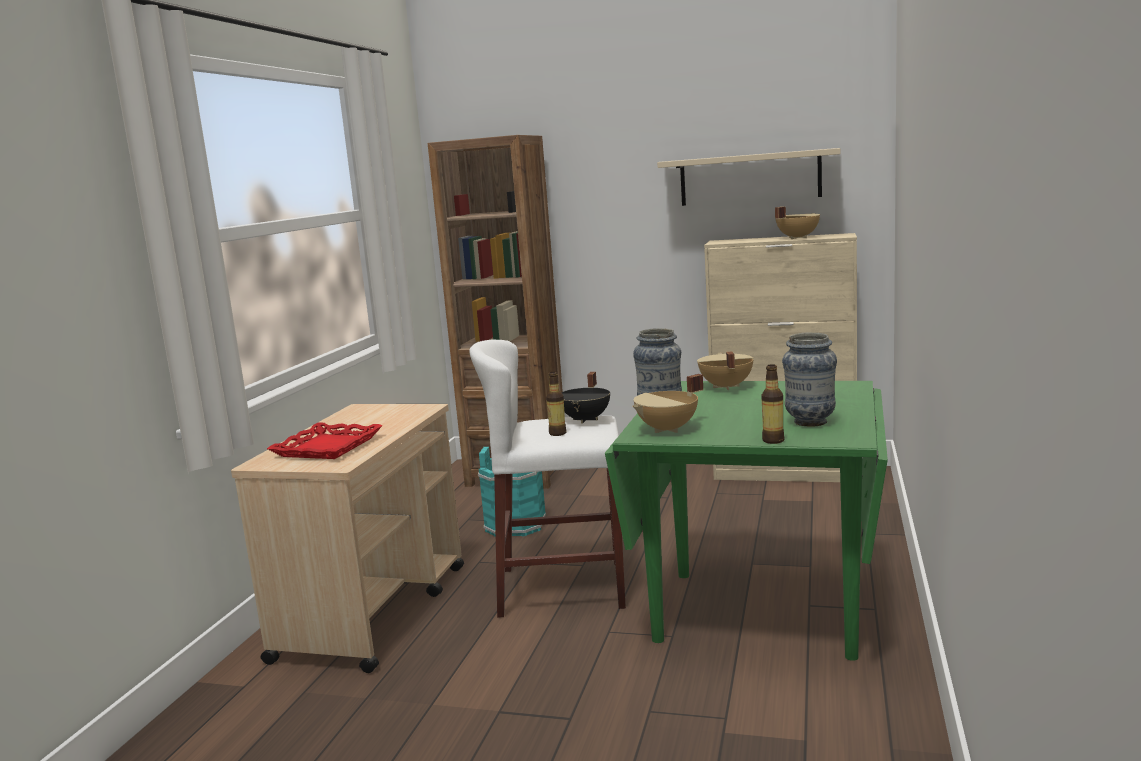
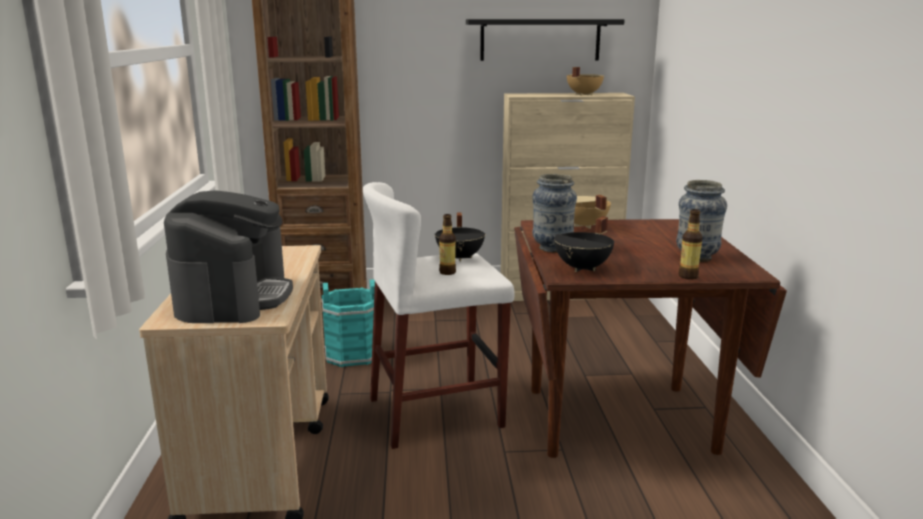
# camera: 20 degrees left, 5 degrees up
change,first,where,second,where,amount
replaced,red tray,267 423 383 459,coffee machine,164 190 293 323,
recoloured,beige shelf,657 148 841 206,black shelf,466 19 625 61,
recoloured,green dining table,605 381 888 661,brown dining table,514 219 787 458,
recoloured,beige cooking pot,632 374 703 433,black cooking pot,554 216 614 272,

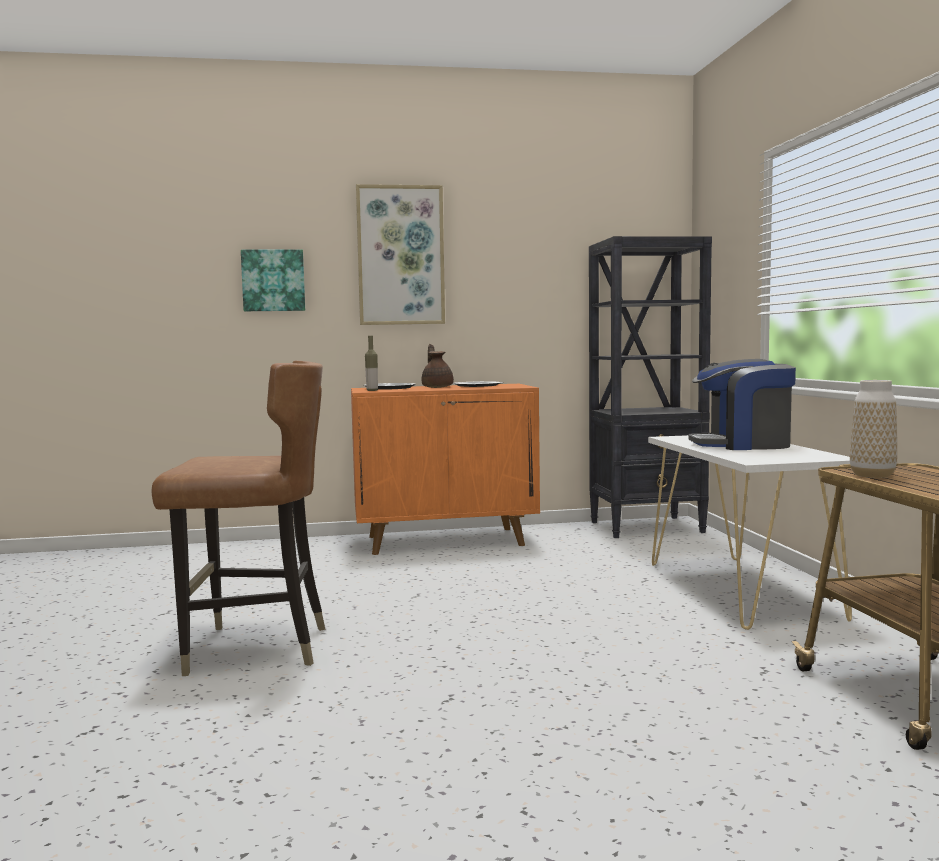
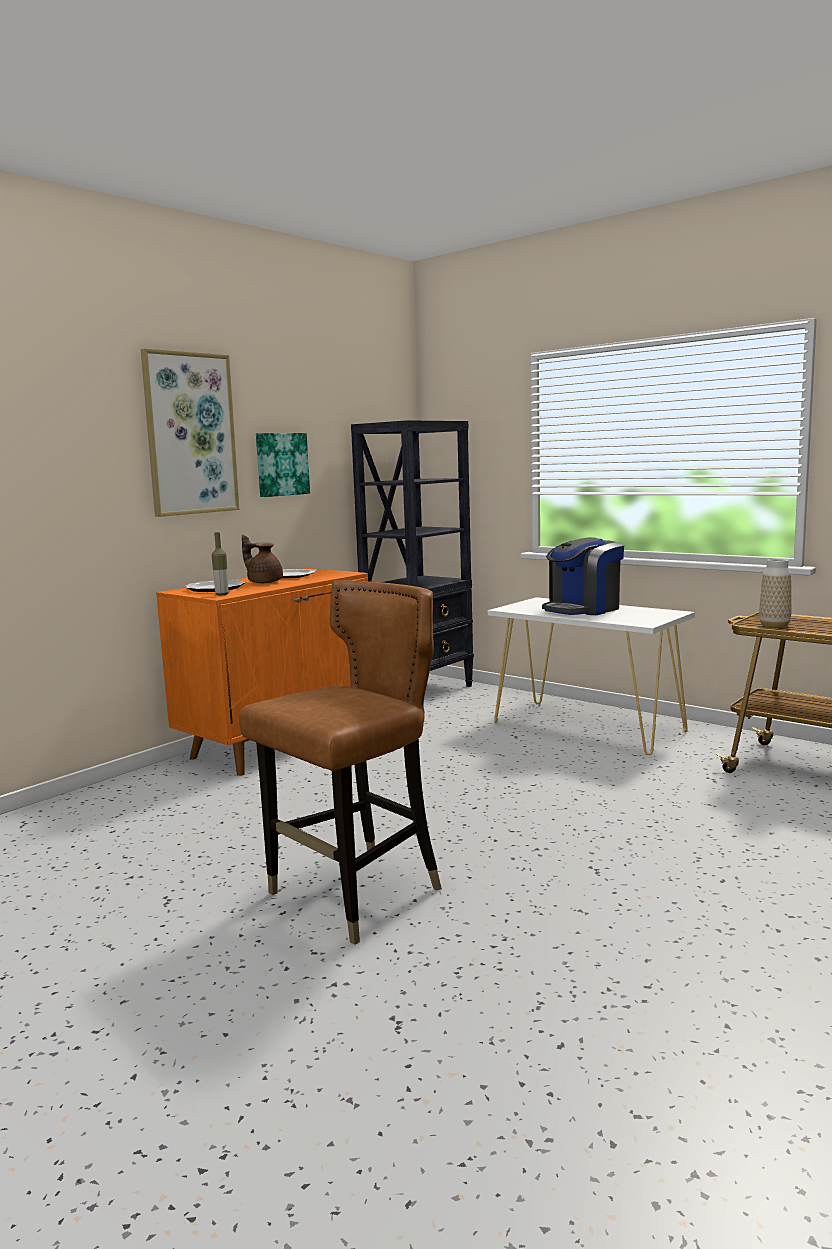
# camera: 40 degrees left, 5 degrees up
change,first,where,second,where,amount
moved,picture,241 250 305 311,,256 433 310 497,

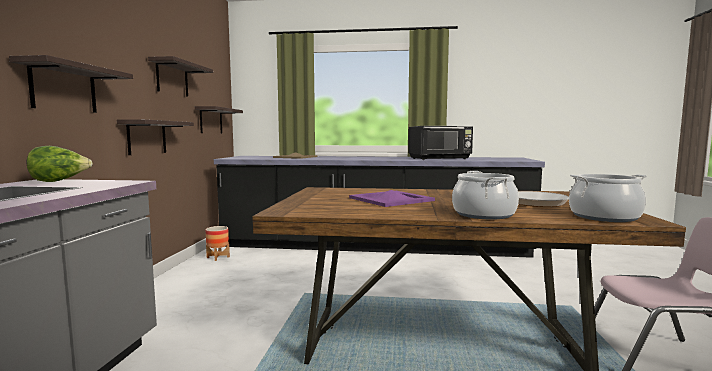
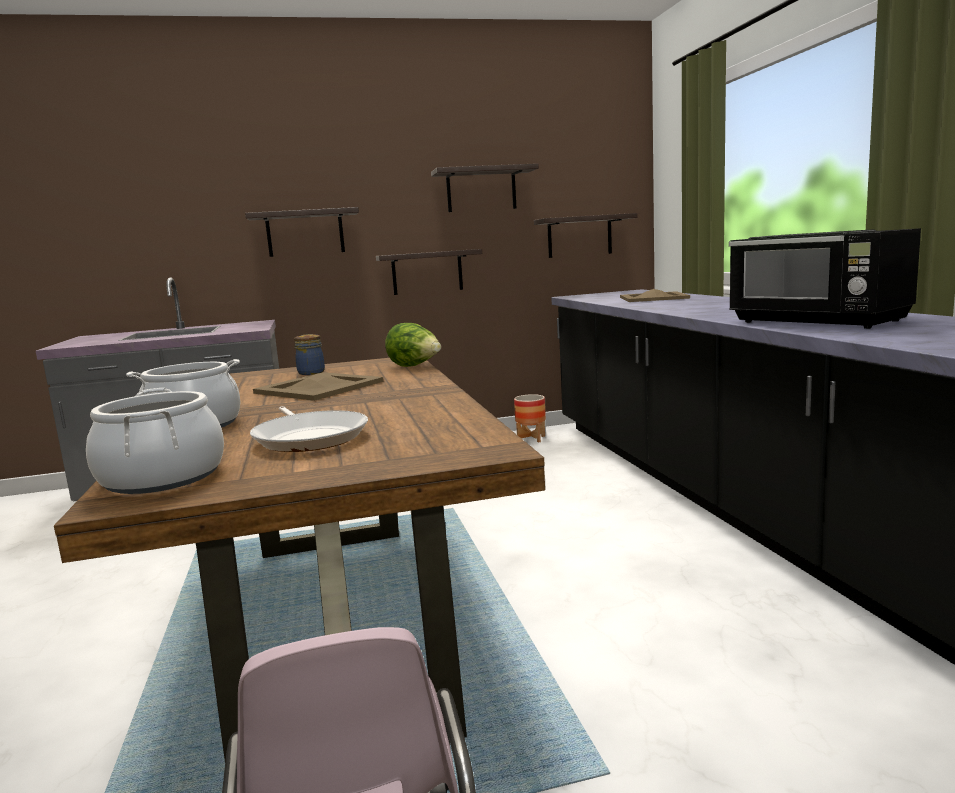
# camera: 70 degrees right, 5 degrees up
change,first,where,second,where,amount
recoloured,purple tray,349 190 435 207,beige tray,253 372 384 401,
added,,,jar,294 334 325 375,
moved,lettuce,27 146 93 182,,385 323 441 367,

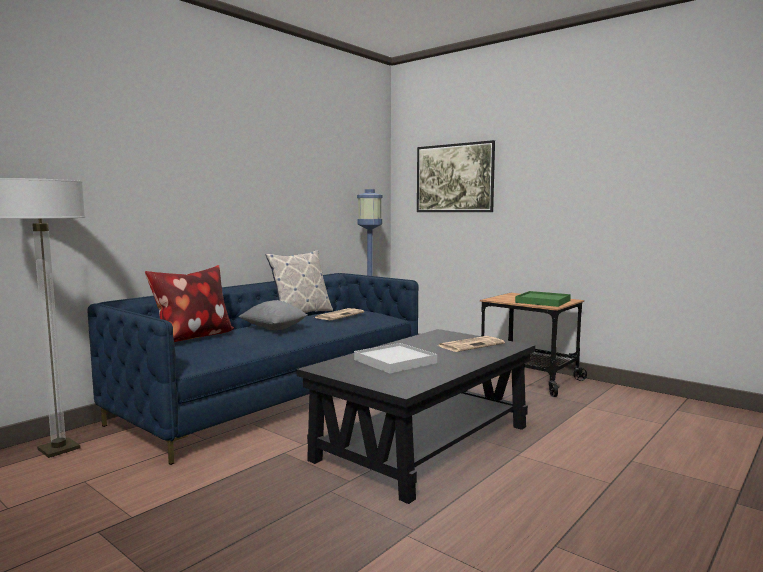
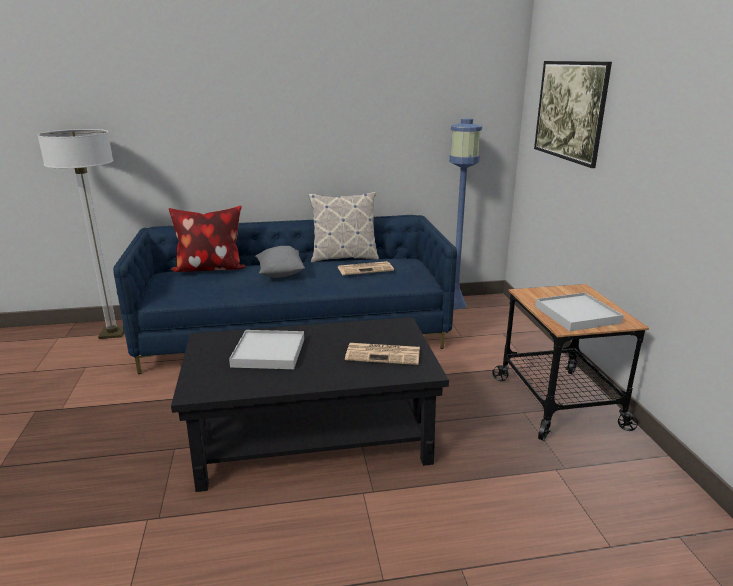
# camera: 40 degrees right, 15 degrees up
change,first,where,second,where,amount
recoloured,green tray,515 291 571 307,white tray,535 293 624 331,

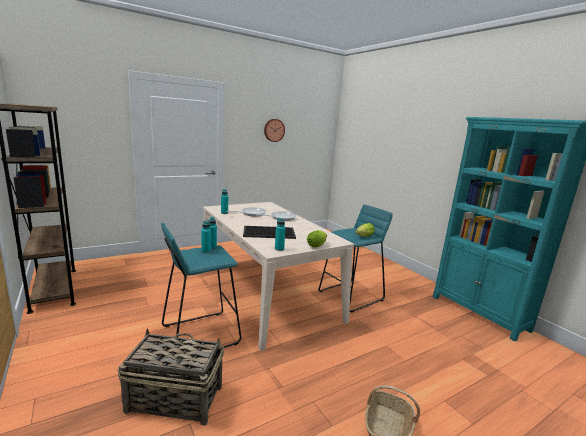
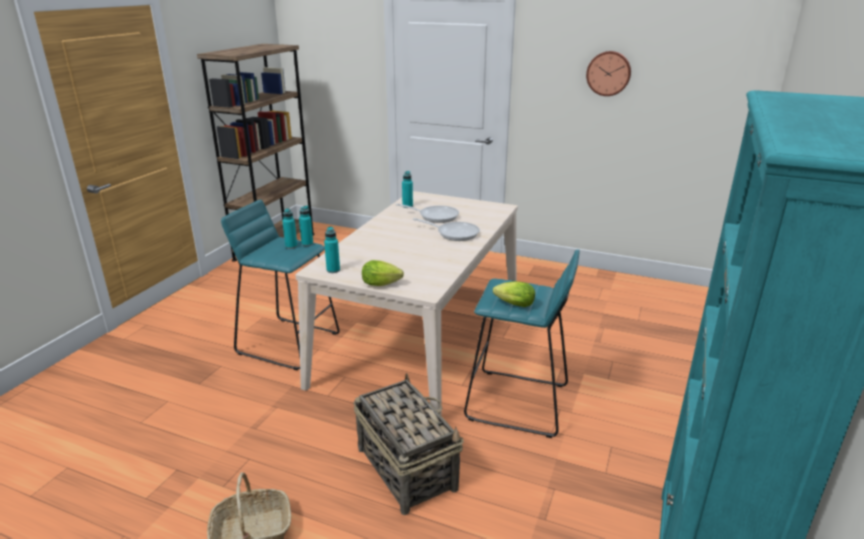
# camera: 55 degrees right, 10 degrees up
change,first,where,second,where,amount
moved,basket,118 328 224 425,,353 373 464 515,
removed,tray,243 226 296 239,,,

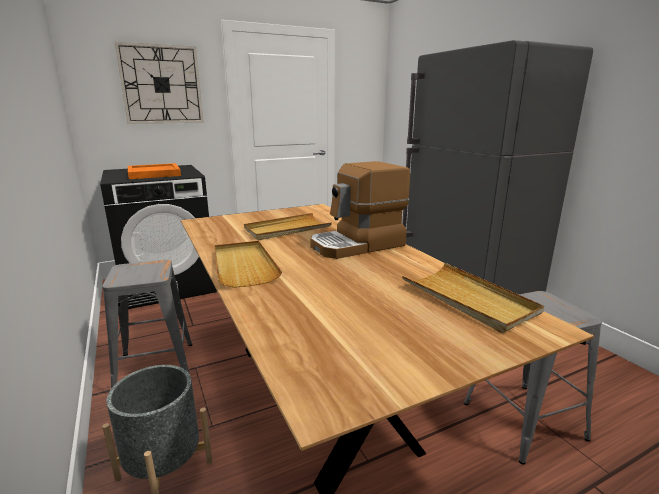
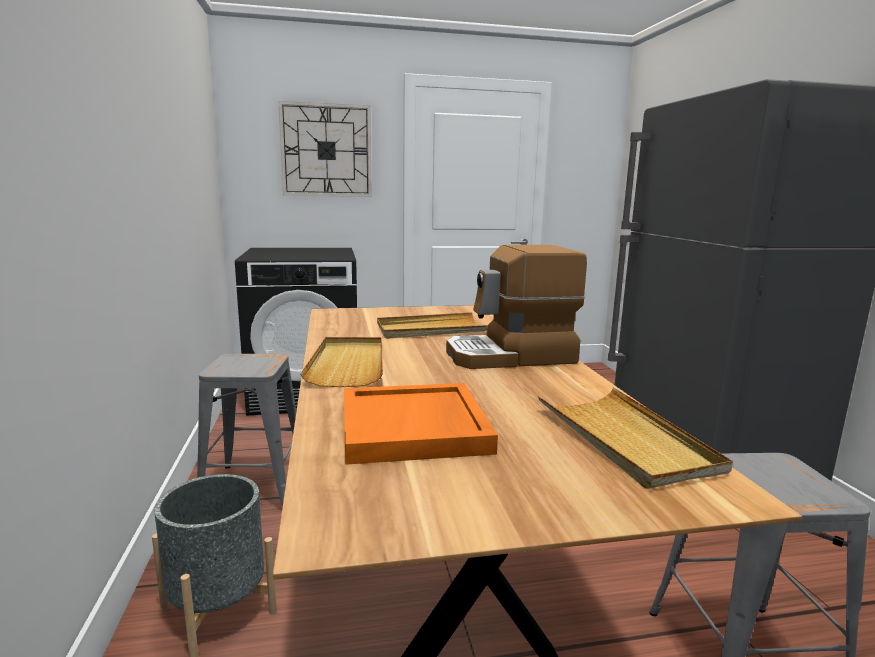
# camera: 15 degrees right, 5 degrees down
change,first,where,second,where,amount
moved,orange tray,128 163 181 179,,344 383 498 465,

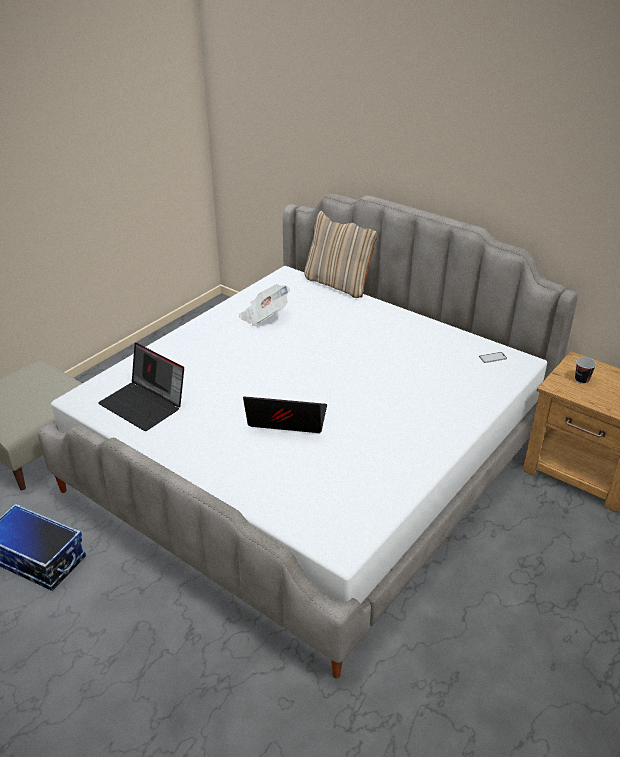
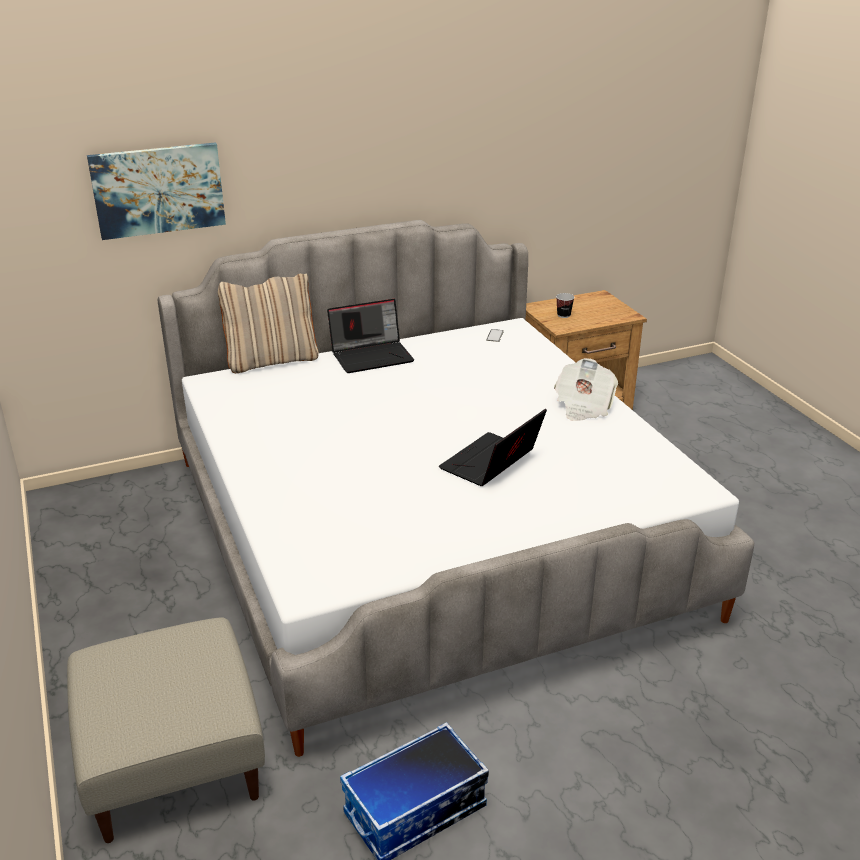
# camera: 60 degrees left, 5 degrees down
change,first,where,second,where,amount
added,,,picture,87 143 226 240,
moved,laptop,98 343 184 431,,327 299 414 373,
moved,newspaper,239 284 290 326,,554 358 618 421,

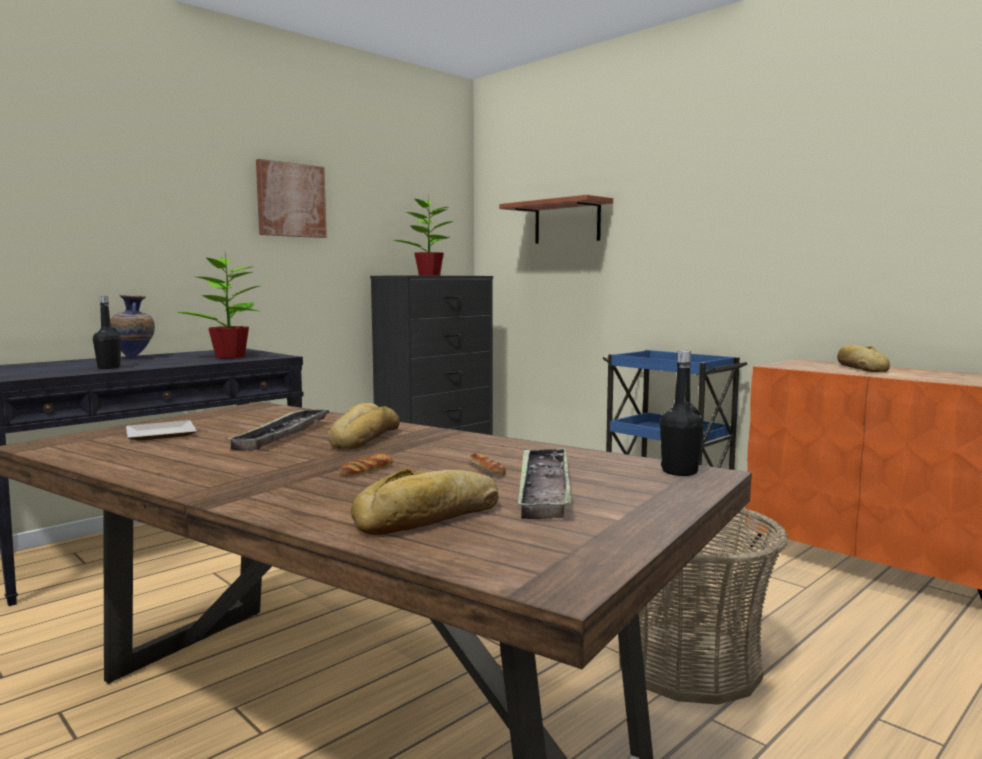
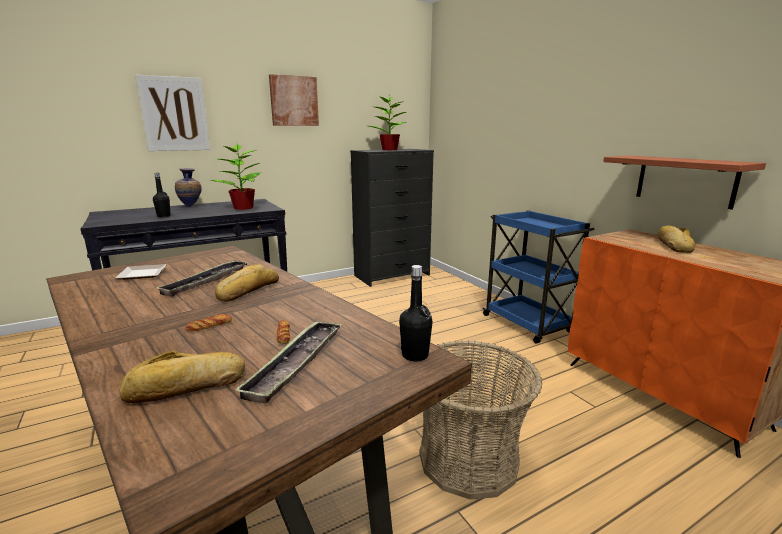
# camera: 15 degrees right, 10 degrees up
change,first,where,second,where,amount
added,,,picture,135 75 210 151,
moved,shelf,499 195 613 244,,603 156 766 209,

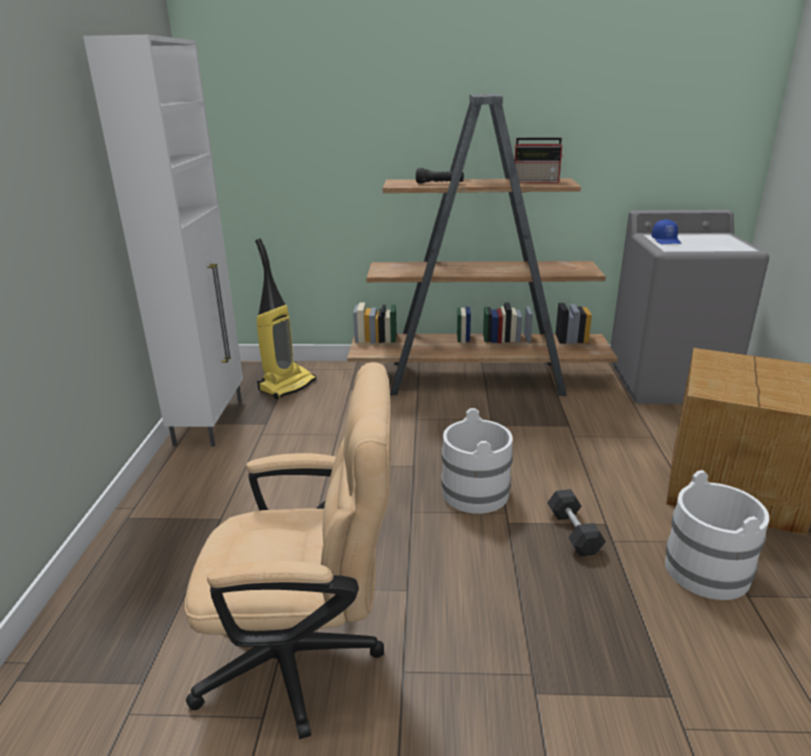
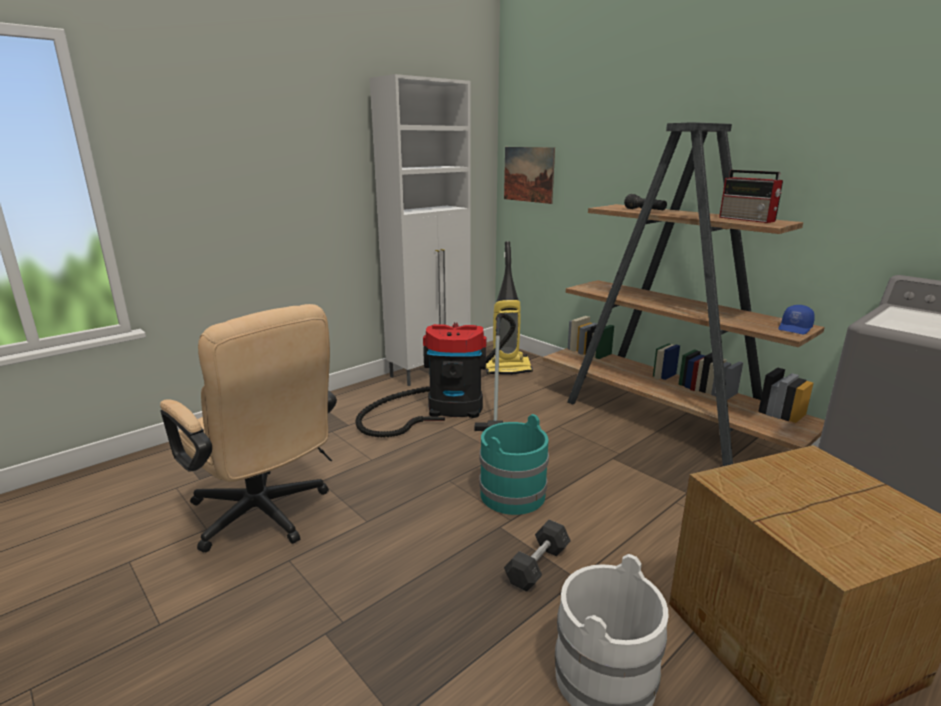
# camera: 45 degrees right, 5 degrees down
change,first,where,second,where,amount
added,,,vacuum cleaner,355 313 515 437,
recoloured,white bucket,441 408 513 514,turquoise bucket,479 414 549 515,
added,,,picture,504 147 555 204,
moved,blue cap,652 219 681 244,,778 305 815 334,

